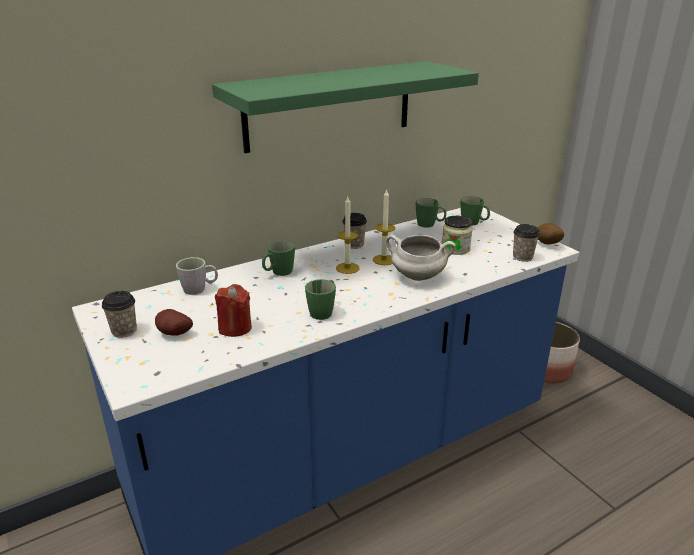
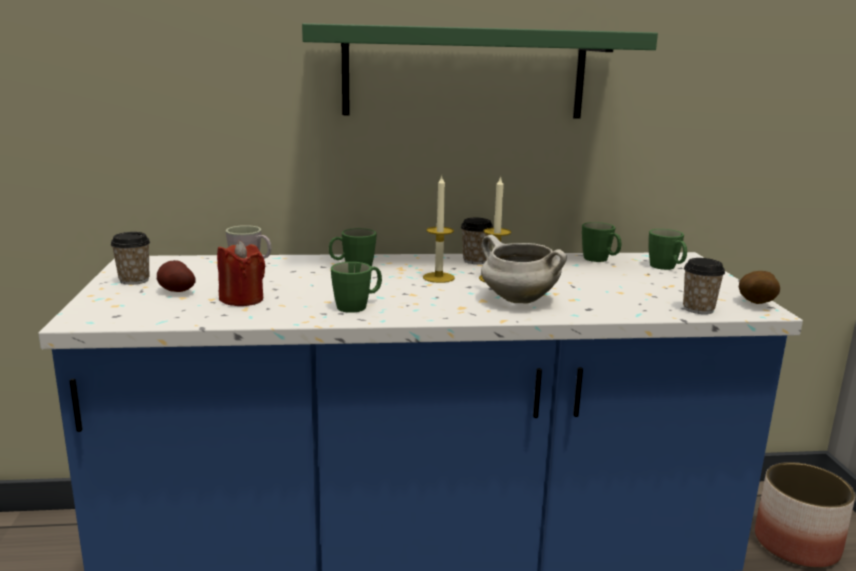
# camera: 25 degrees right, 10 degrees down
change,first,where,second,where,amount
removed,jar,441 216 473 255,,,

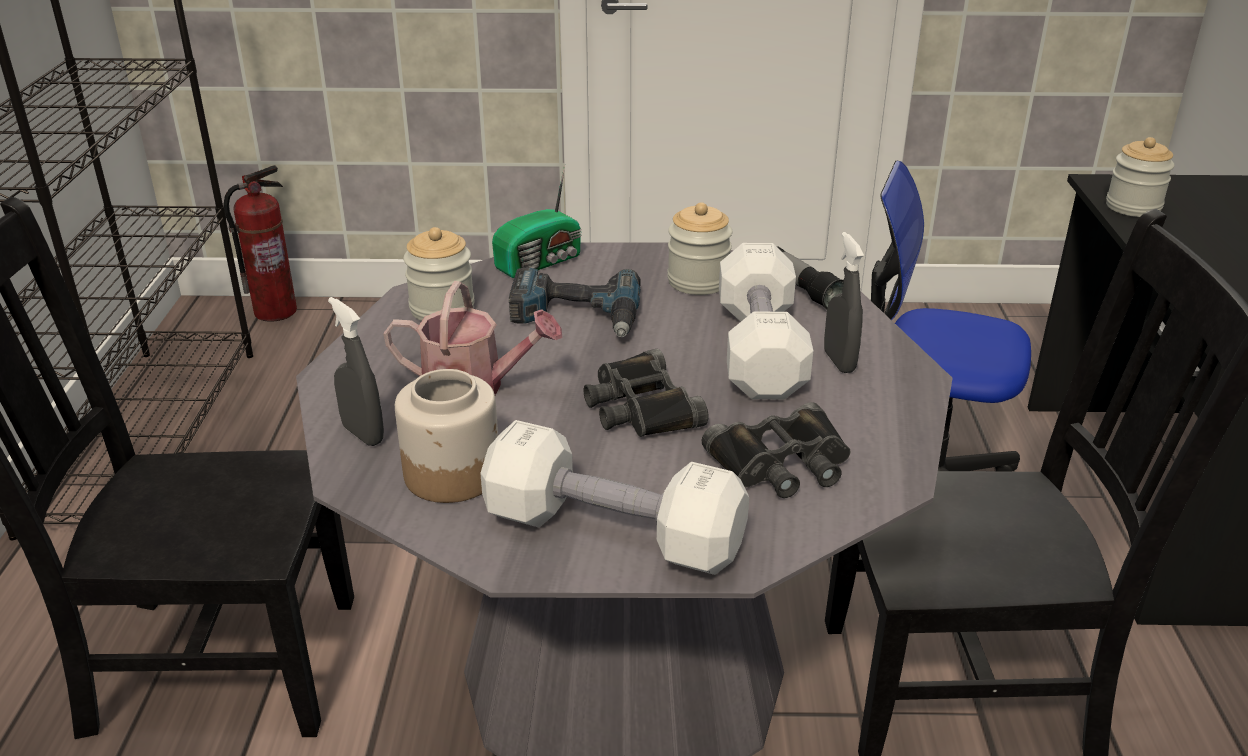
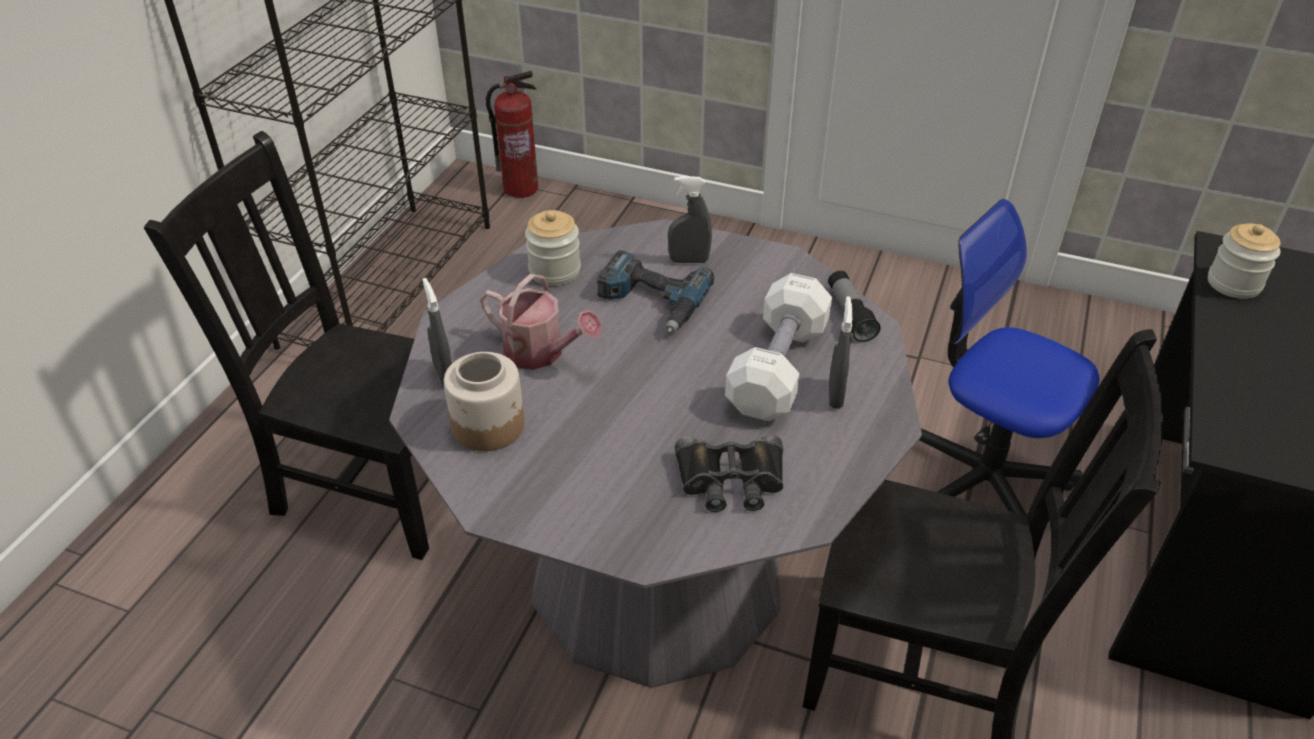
# camera: 20 degrees right, 10 degrees up
change,first,where,second,where,amount
added,,,grey spray bottle,668 176 712 263,
removed,white dumbbell,480 420 749 575,,,
removed,radio,492 164 582 278,,,
removed,black binoculars,584 349 708 437,,,
removed,jar,667 202 732 295,,,

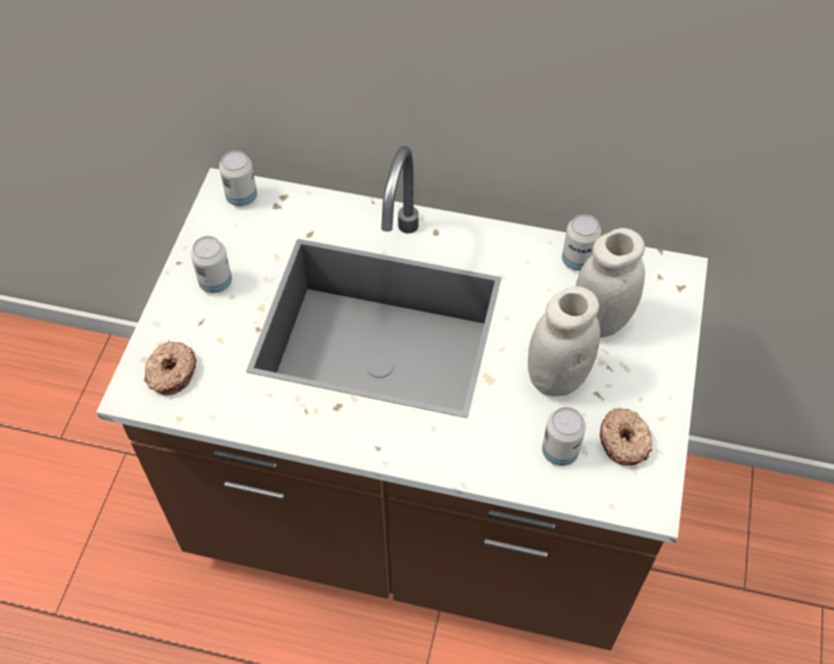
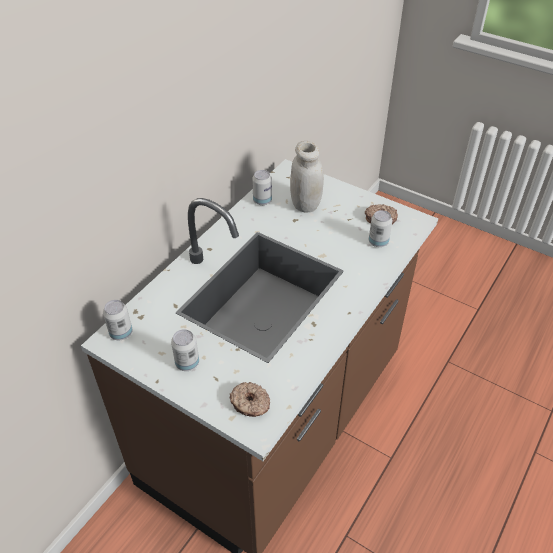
# camera: 70 degrees left, 10 degrees down
change,first,where,second,where,amount
removed,white jar,528 286 600 397,,,

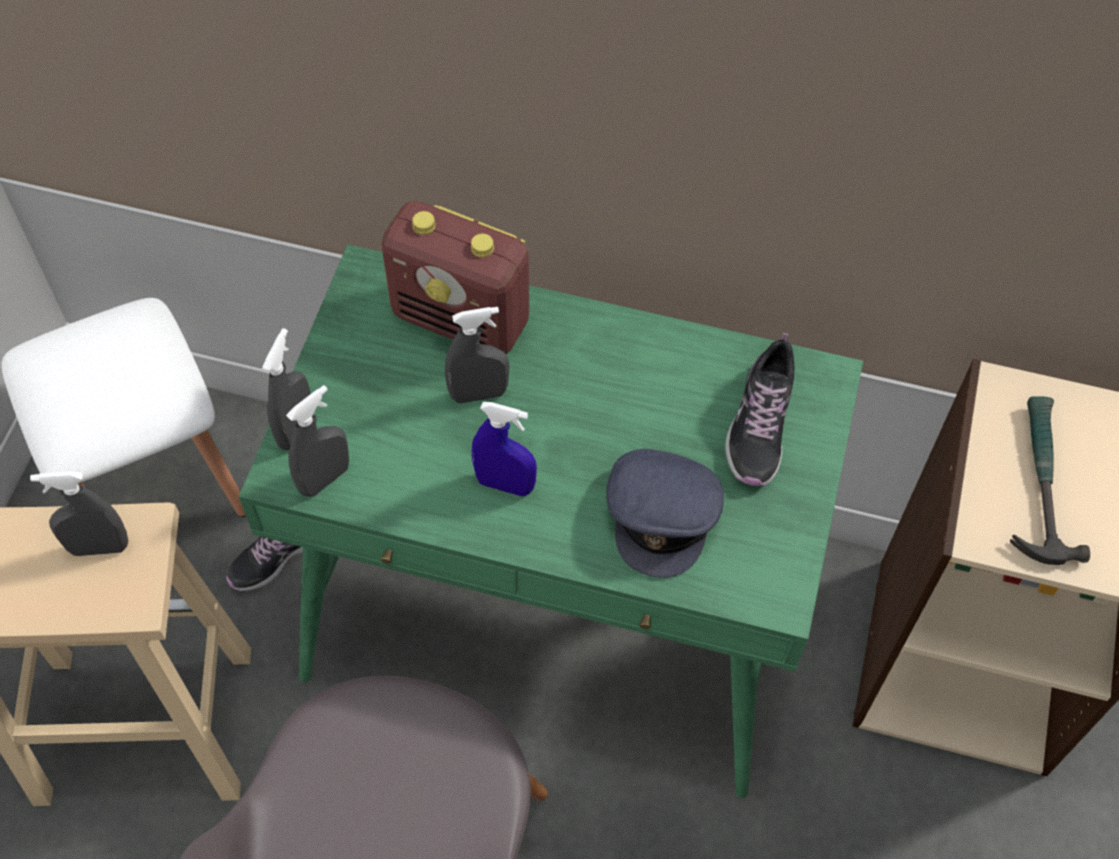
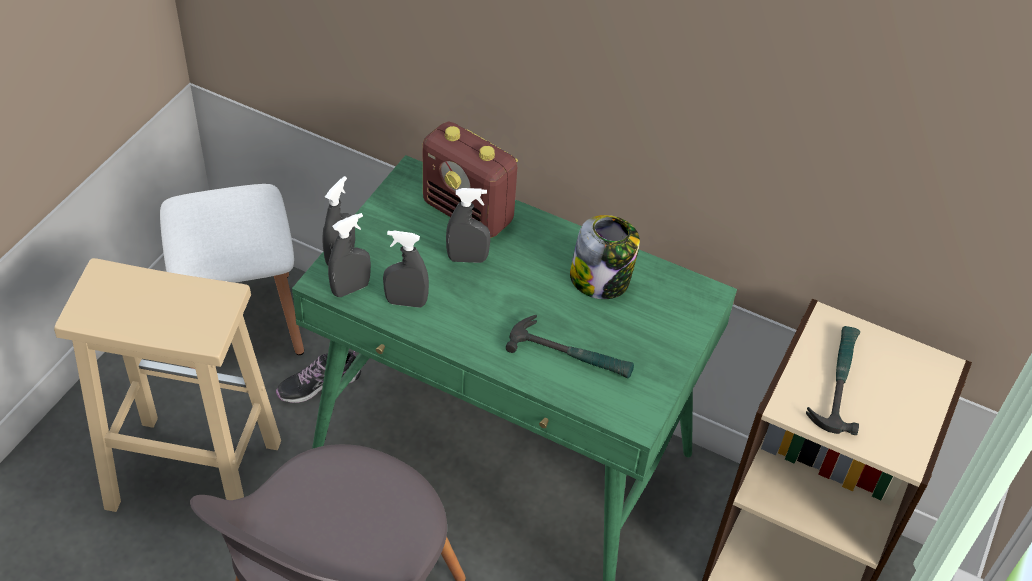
# camera: 10 degrees right, 10 degrees down
change,first,where,second,where,amount
moved,grey spray bottle,30 471 128 556,,383 230 429 308,
replaced,grey cap,606 449 724 578,hammer,506 315 634 378,
added,,,jar,570 215 640 299,
removed,blue spray bottle,472 402 537 496,,,
removed,shoe,725 333 795 486,,,

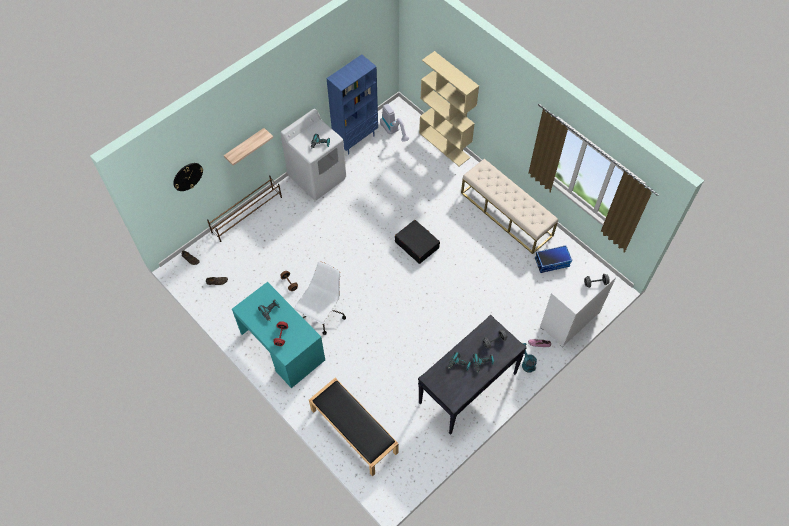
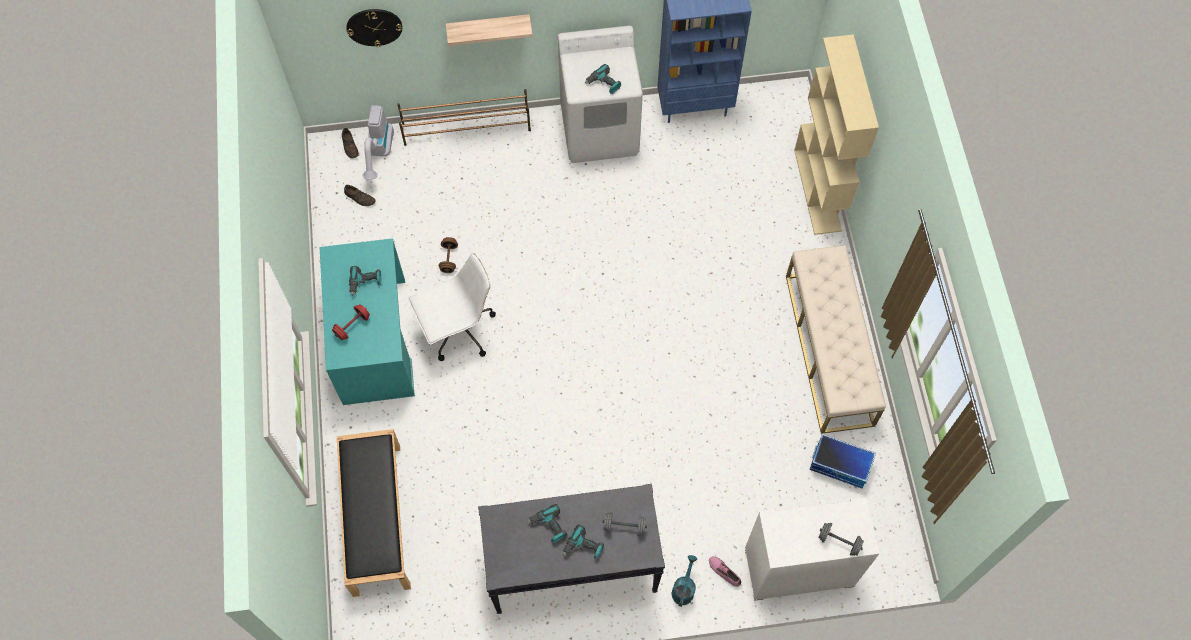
# camera: 35 degrees right, 5 degrees up
change,first,where,second,where,amount
moved,vacuum cleaner,380 104 409 142,,362 105 394 180,
removed,black suitcase,395 220 440 264,,,

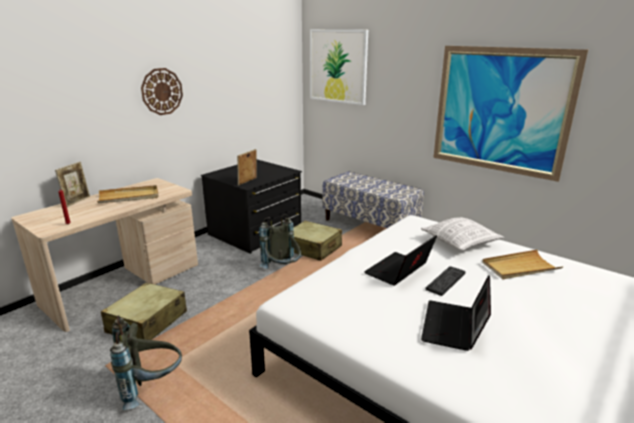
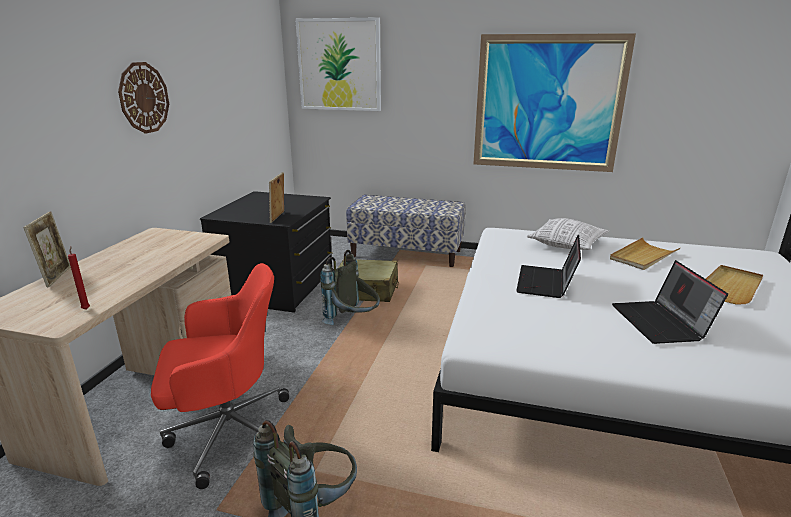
# camera: 25 degrees left, 0 degrees up
change,first,where,second,where,amount
replaced,beige suitcase,101 282 187 340,red office chair,151 263 289 489,
moved,beige tray,97 185 159 203,,706 265 763 305,
removed,keyboard,425 266 465 296,,,

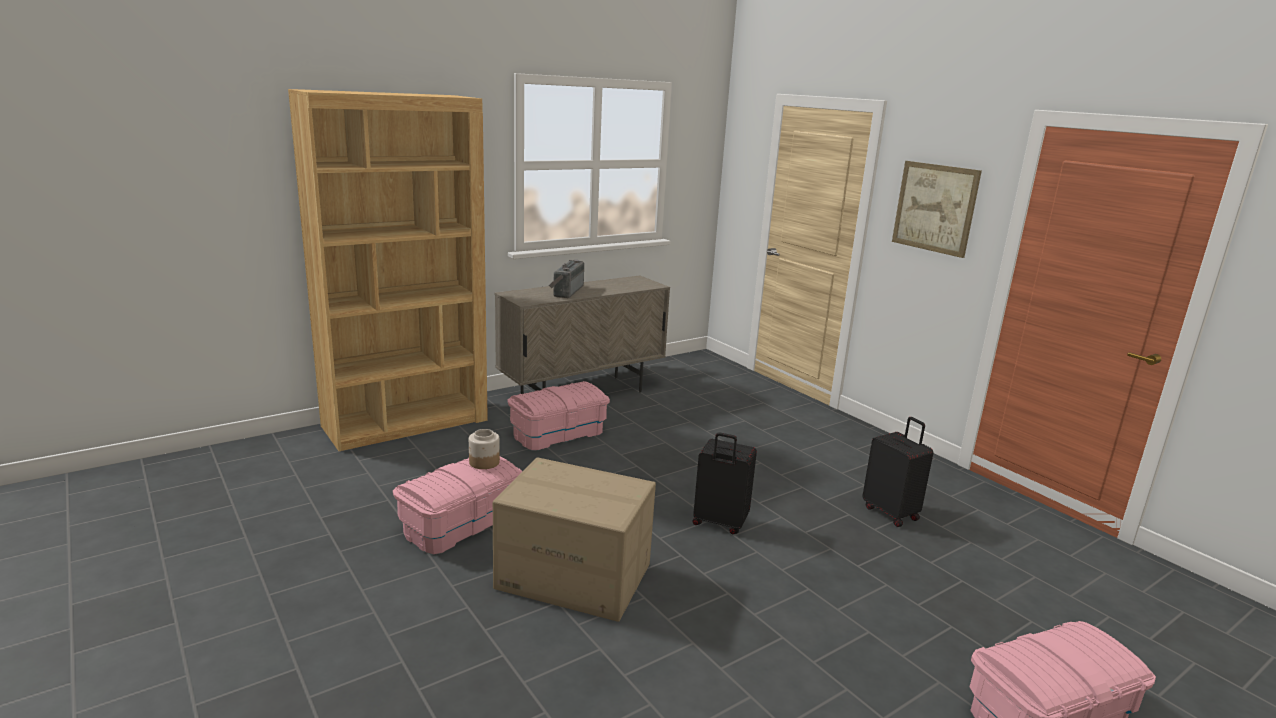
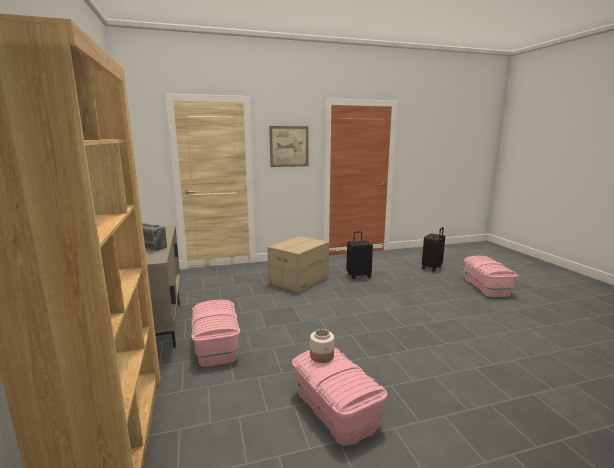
# camera: 70 degrees left, 5 degrees down
change,first,where,second,where,amount
moved,cardboard box,493 457 656 622,,267 236 329 293,
moved,black suitcase,693 432 757 534,,422 227 445 272,

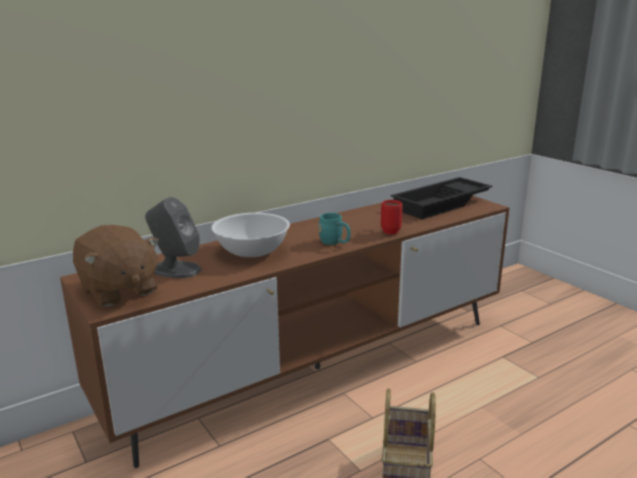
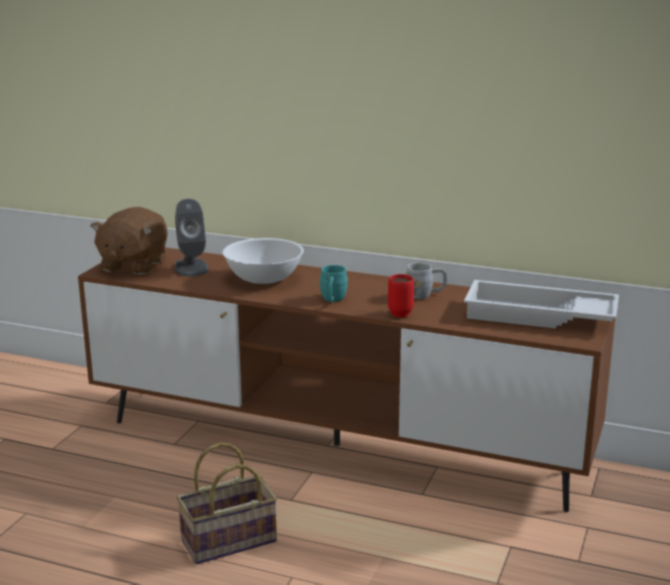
# camera: 55 degrees right, 0 degrees up
change,first,where,second,where,amount
added,,,grey mug,405 263 447 299,
recoloured,black tray,390 177 493 219,white tray,464 280 619 328,

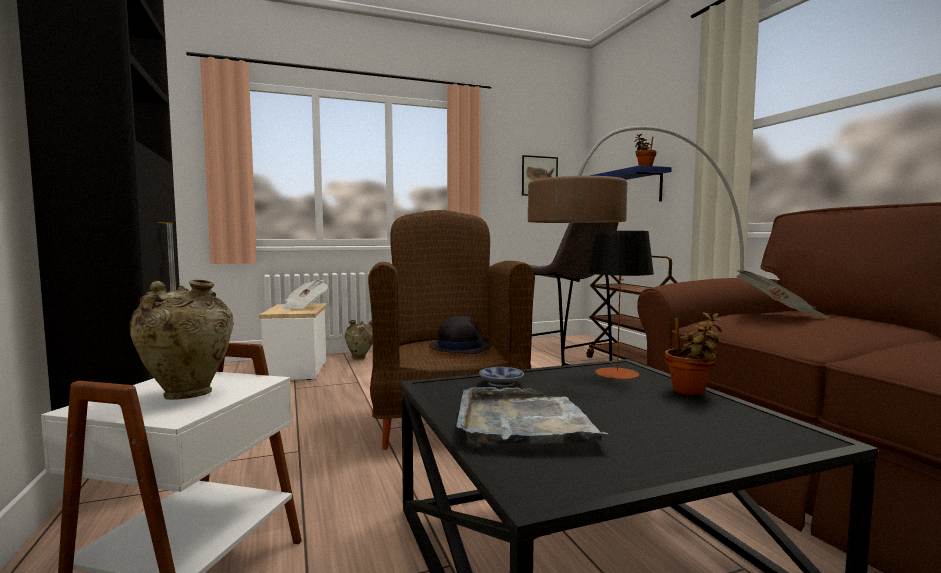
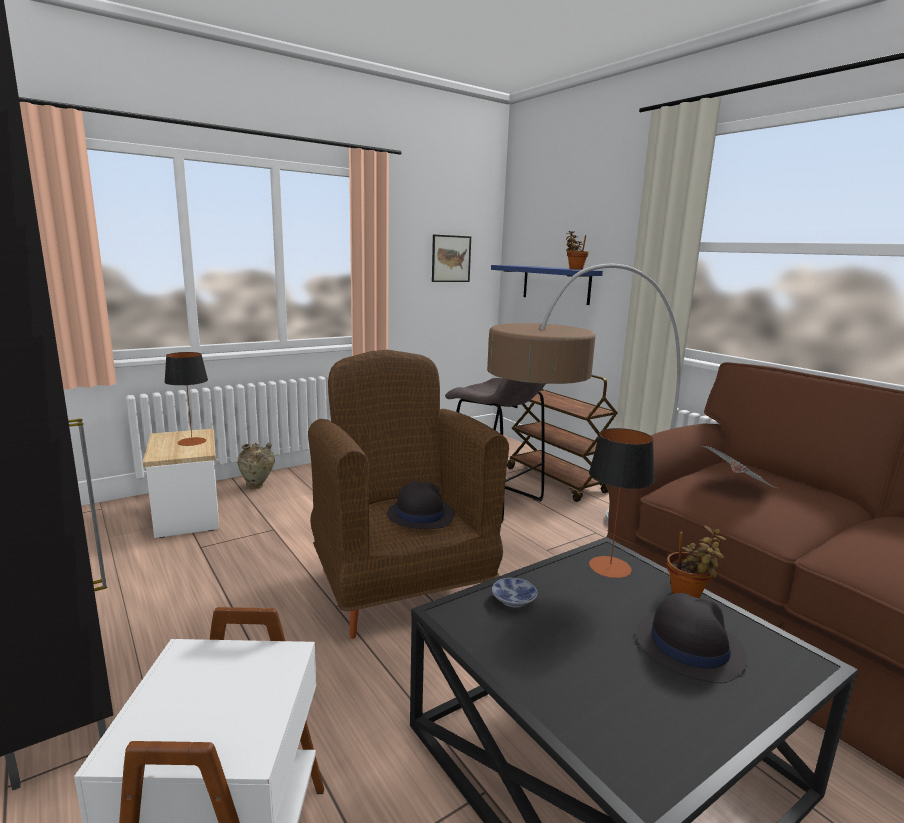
# camera: 15 degrees left, 10 degrees up
change,first,where,second,where,amount
replaced,newspaper,280 280 328 310,table lamp,164 352 208 446,
added,,,black hat,636 593 748 683,
removed,beige vase,130 280 234 400,,,
removed,grey tray,456 387 610 445,,,

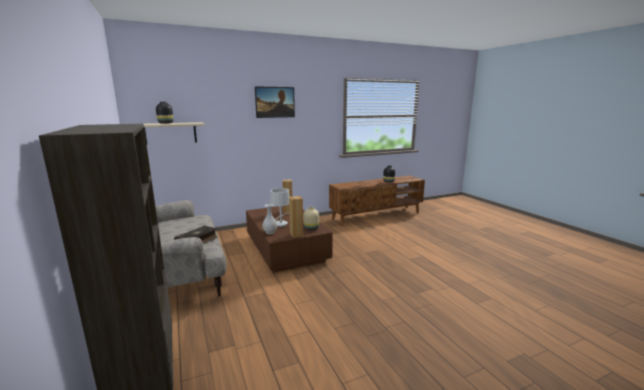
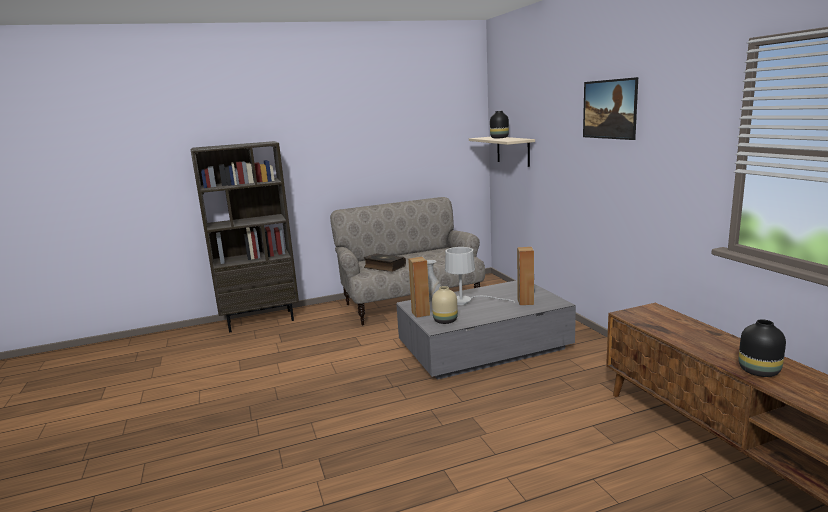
# camera: 95 degrees right, 0 degrees up
change,first,where,second,where,amount
recoloured,brown coffee table,246 206 333 273,grey coffee table,396 280 576 380,

